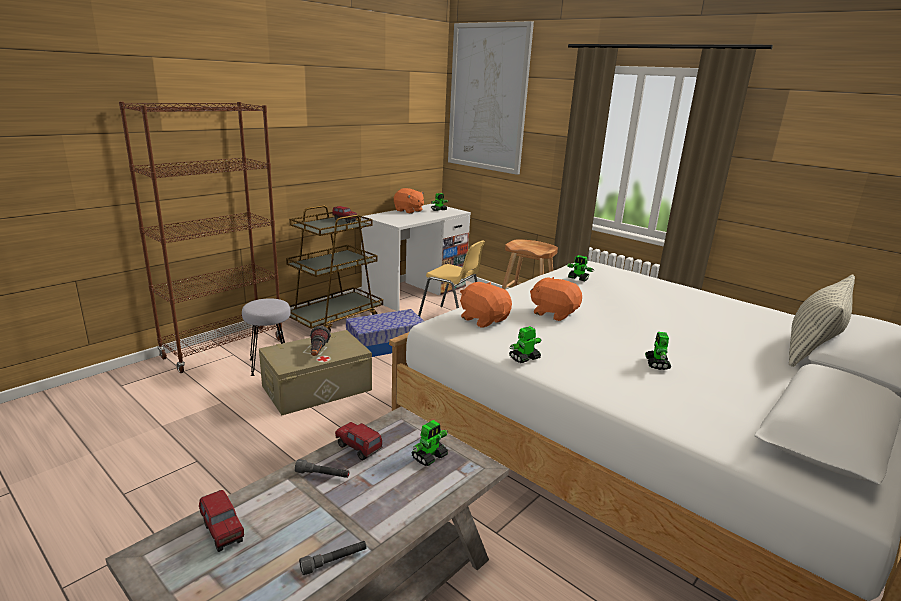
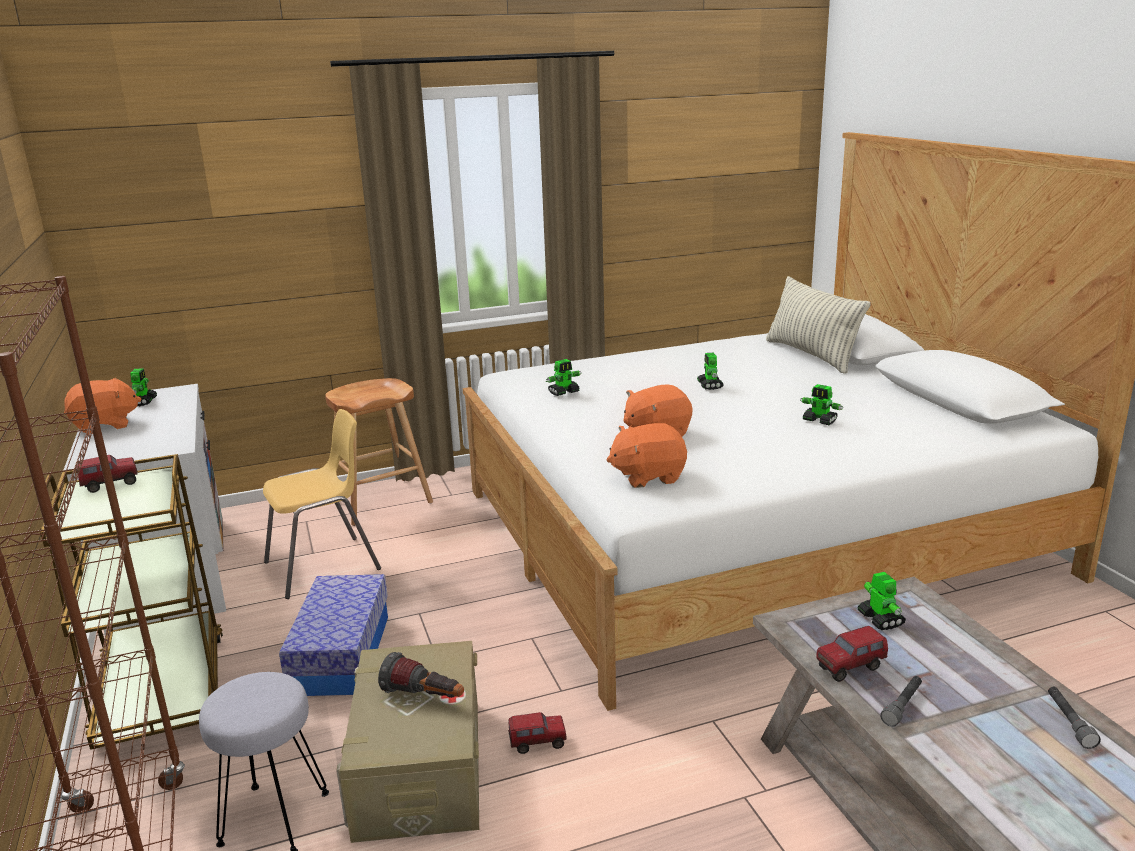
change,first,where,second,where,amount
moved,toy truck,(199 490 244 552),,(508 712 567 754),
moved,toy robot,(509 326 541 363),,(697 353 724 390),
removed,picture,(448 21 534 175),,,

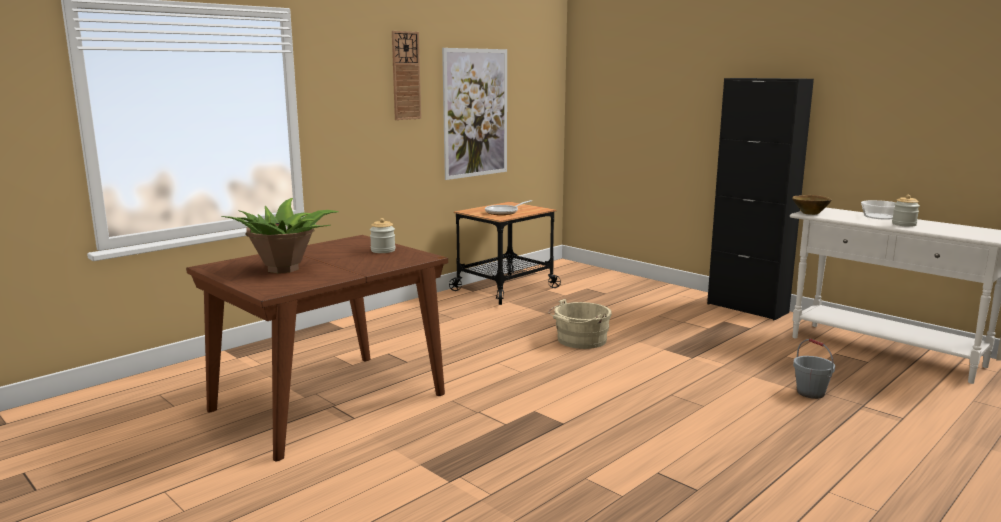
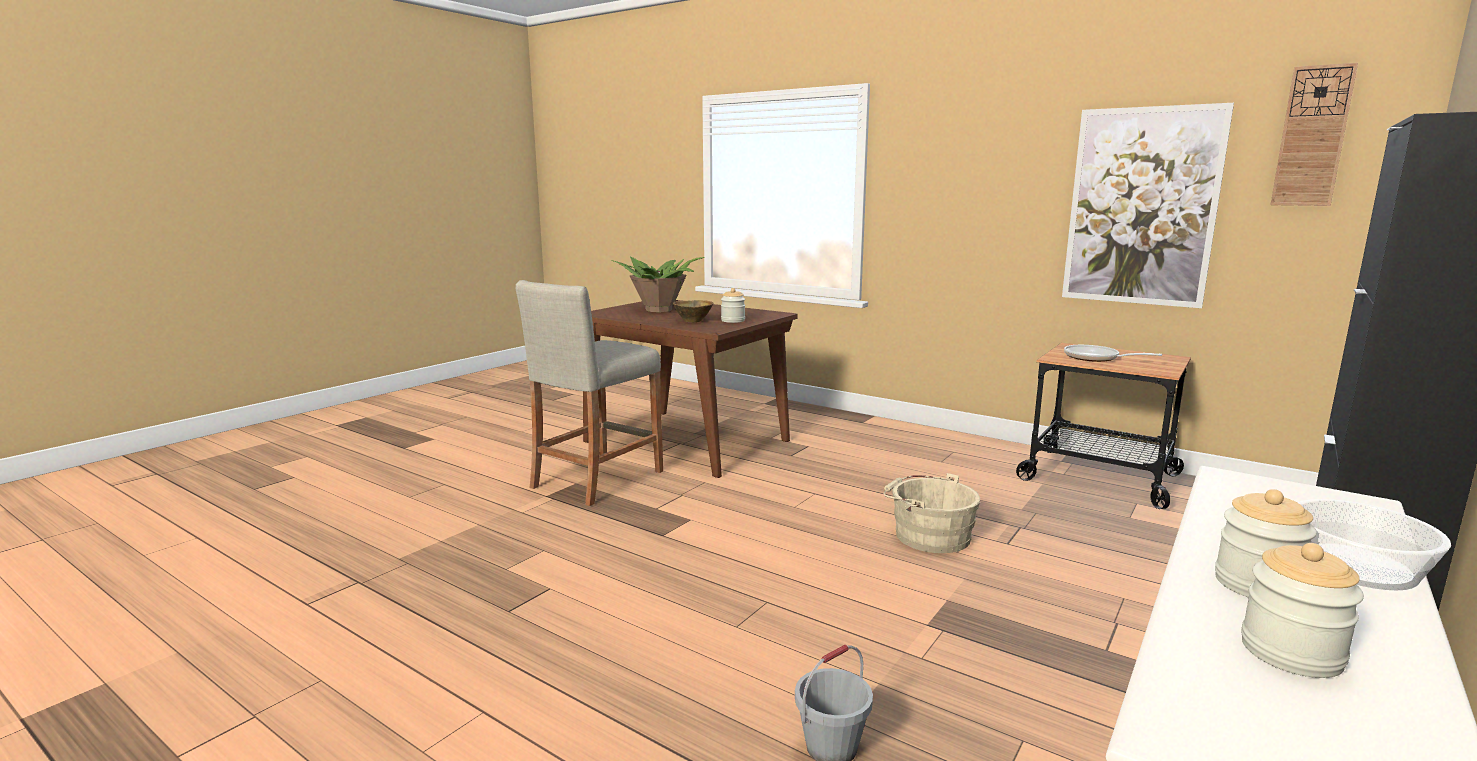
change,first,where,second,where,amount
added,,,beige stool,(516 280 663 506),
moved,brown bowl,(792 195 832 215),,(673 300 714 322),
added,,,jar,(1241 543 1364 678),
moved,wall clock,(392 31 421 120),,(1270 63 1358 206),

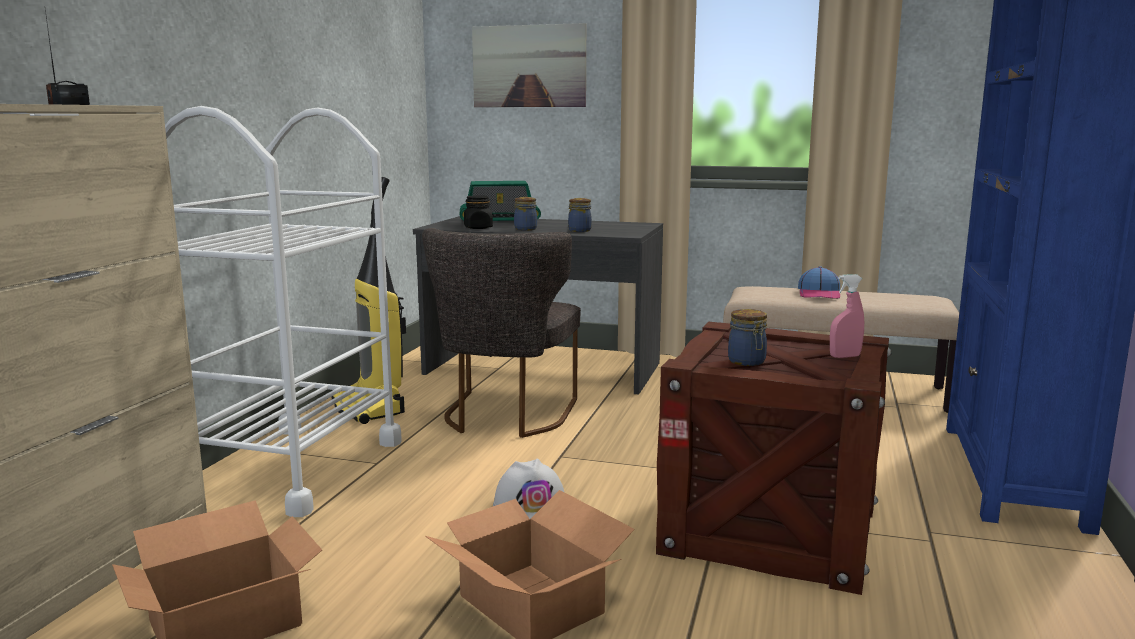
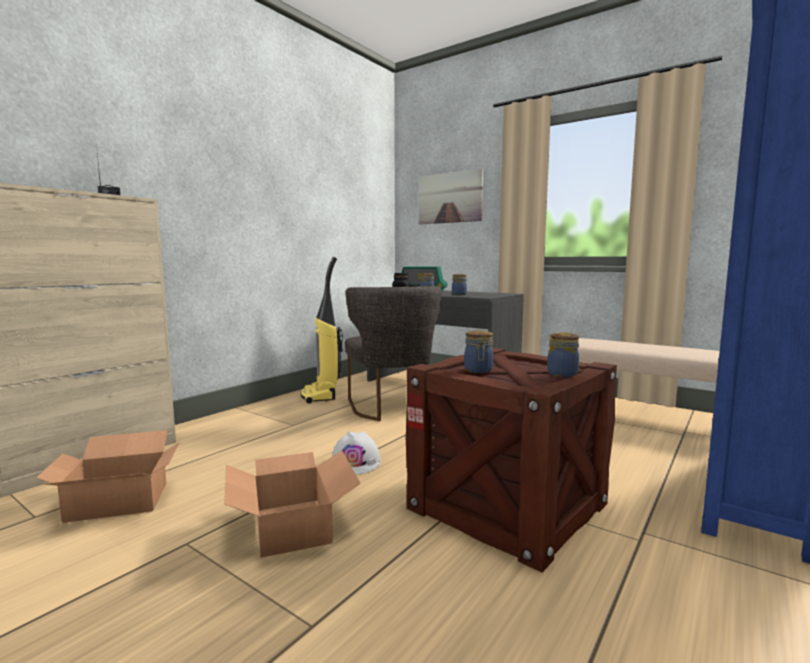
change,first,where,second,where,amount
turned,grey chair,(422 228 581 438),,(345 286 442 421),45 degrees counterclockwise
replaced,pink spray bottle,(830 274 864 358),jar,(547 332 579 377),
removed,white cart,(165 106 402 517),,,
removed,cap,(798 267 840 299),,,

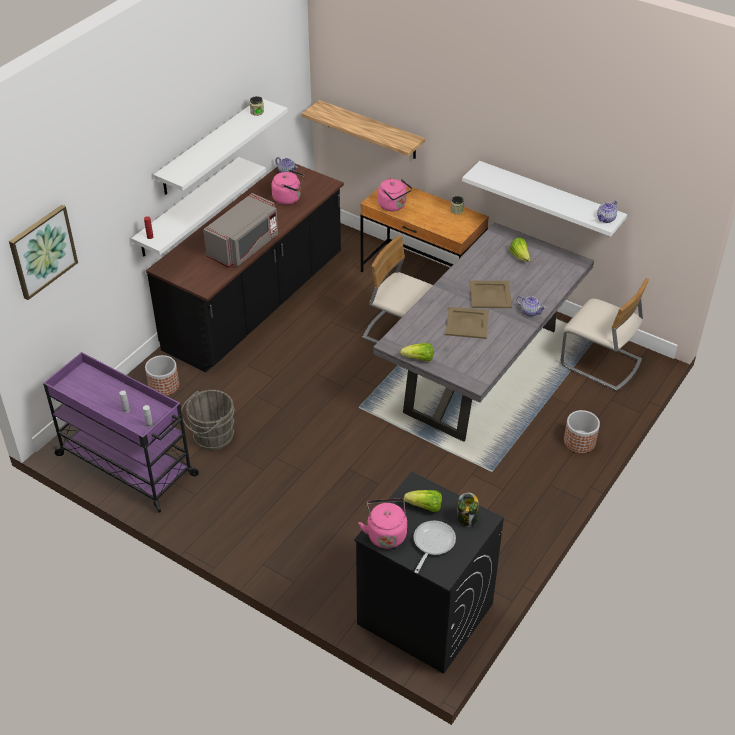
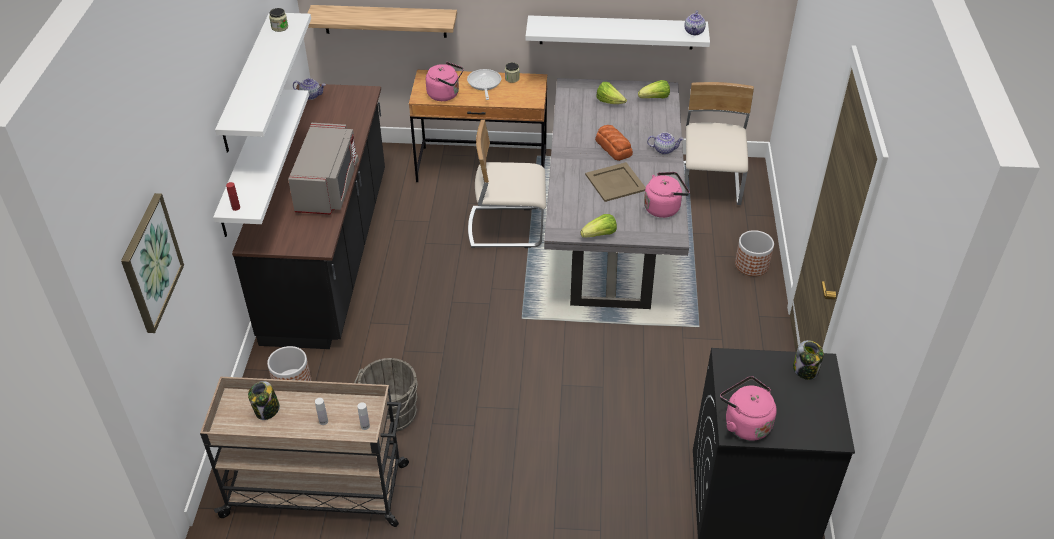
change,first,where,second,where,amount
recoloured,purple cart,(43 352 199 513),beige cart,(200 376 409 527),
added,,,jar,(248 381 280 420),
moved,frying pan,(413 521 456 573),,(467 69 501 100),
replaced,beige tray,(470 281 512 308),bread,(595 125 633 161),
moved,lettuce,(404 490 442 512),,(638 80 670 98),
moved,pink kettle,(271 170 304 205),,(644 172 690 218),
turned,beige chair,(561 278 649 392),,(684 82 754 205),90 degrees counterclockwise

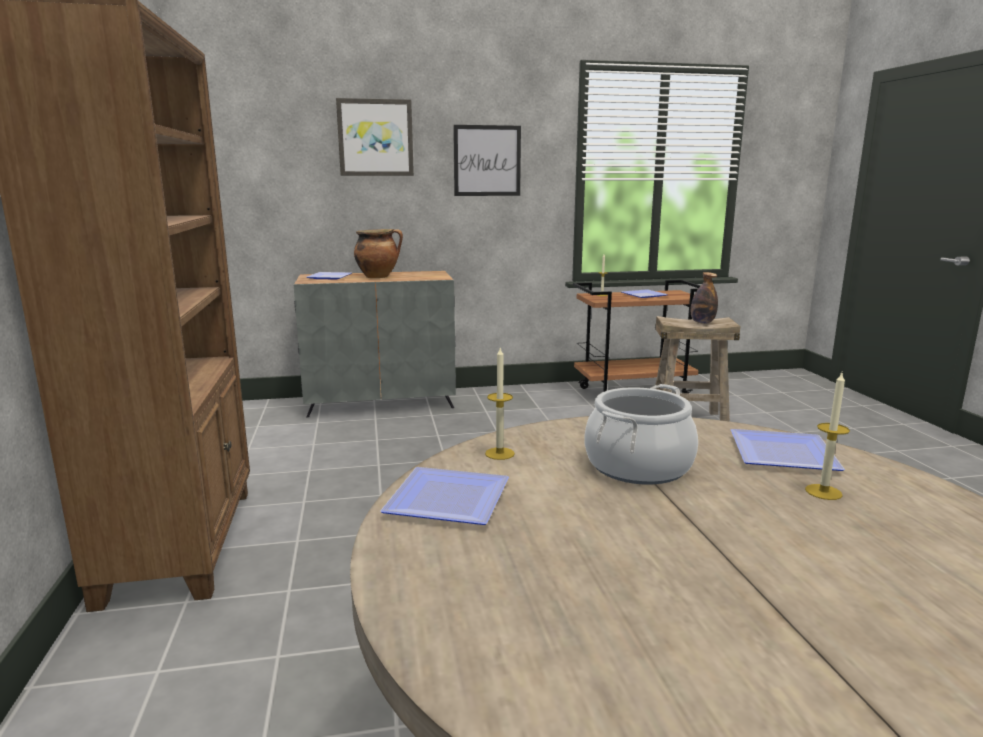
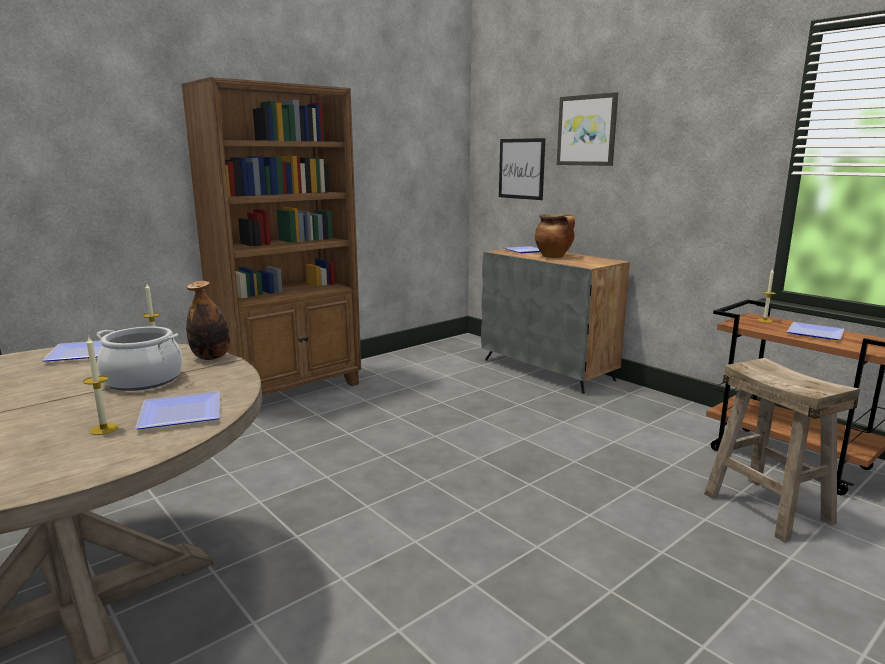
change,first,where,second,where,amount
moved,bottle,(691 272 718 324),,(186 281 230 360),
moved,picture,(453 125 521 196),,(499 138 545 200),

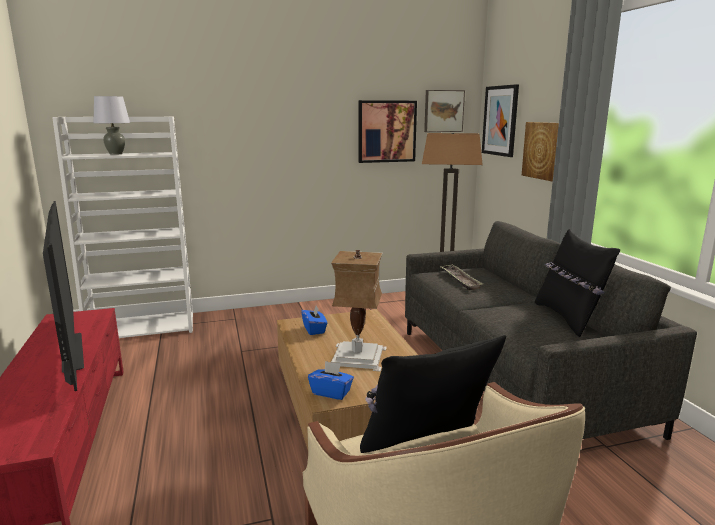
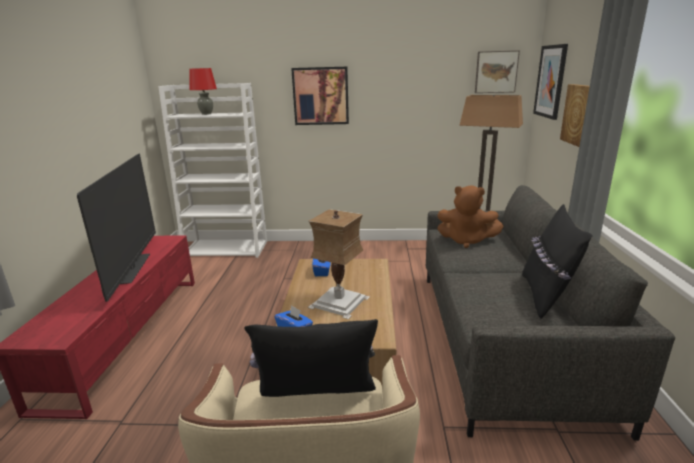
change,first,where,second,where,amount
recoloured,grey table lamp,(93 96 130 155),red table lamp,(189 68 217 115),
moved,picture,(358 100 417 163),,(291 67 349 125),
replaced,tray,(440 264 483 291),brown plush toy,(437 185 503 248),

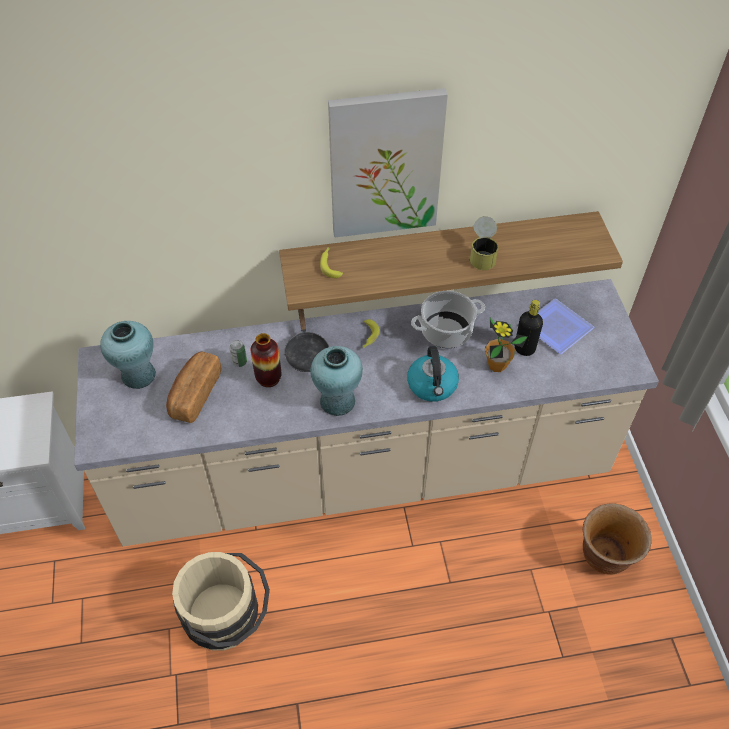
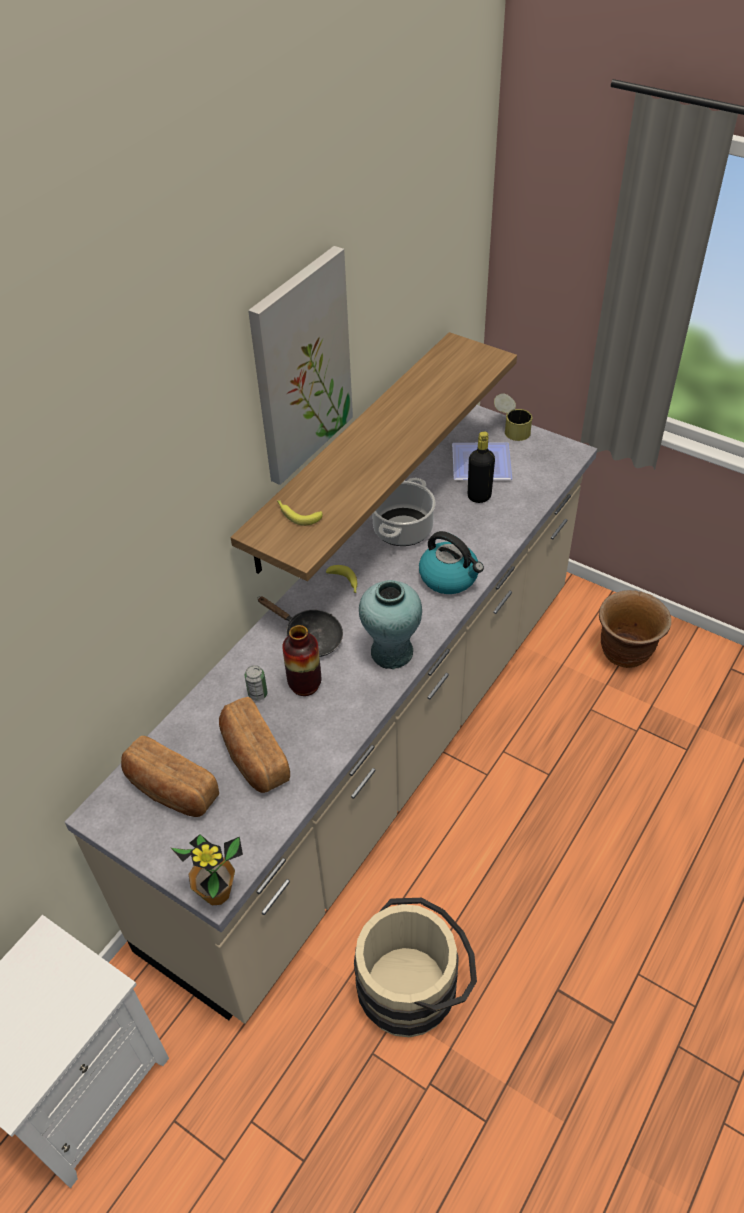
change,first,where,second,where,amount
replaced,turquoise vase,(100 321 156 389),bread,(121 736 219 817),
moved,potted plant,(485 318 528 372),,(171 834 243 905),
moved,can,(470 216 499 270),,(494 393 533 441),

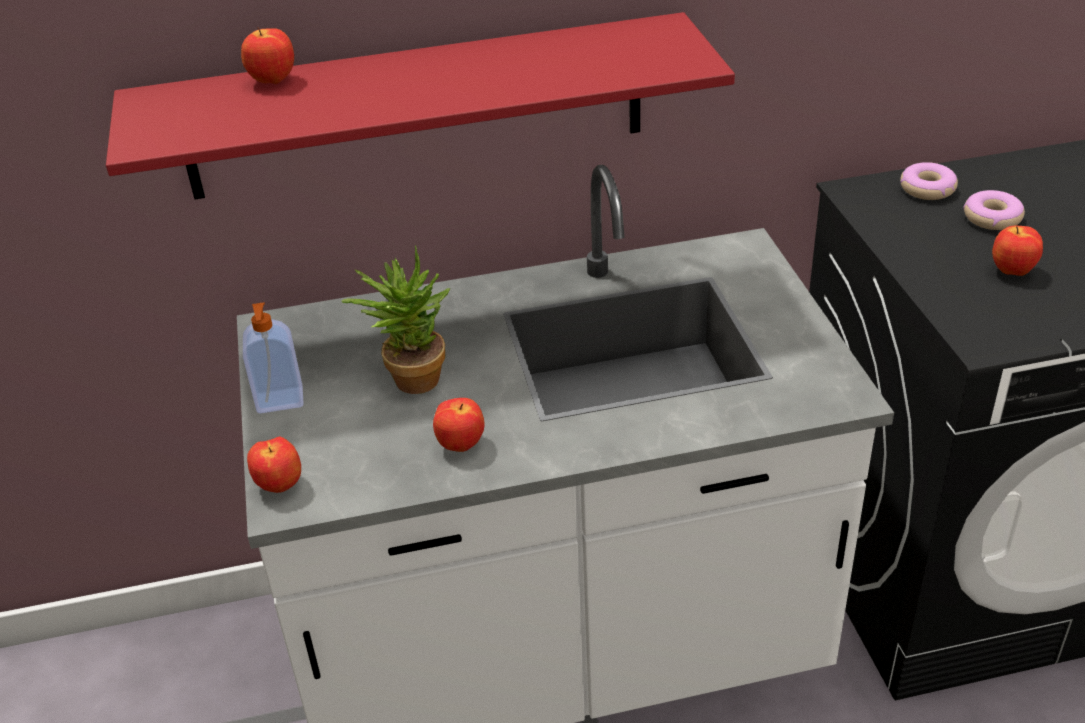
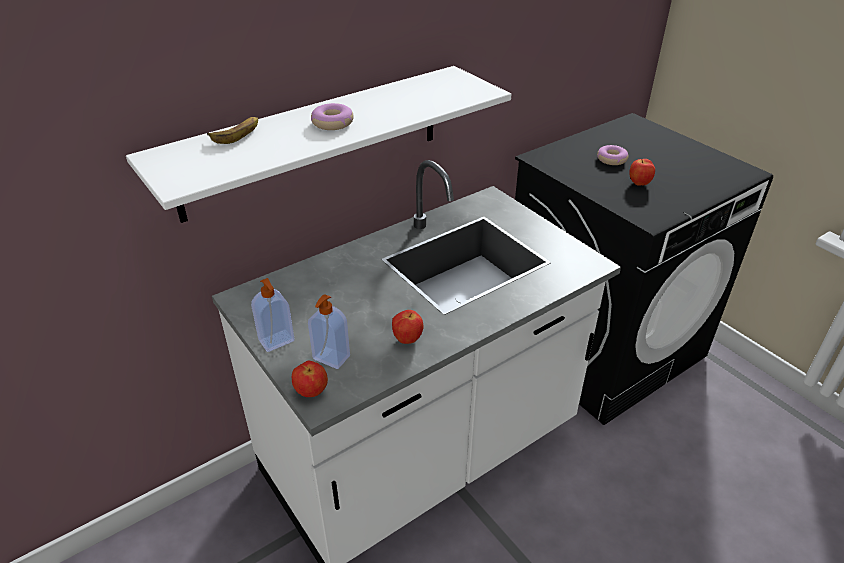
change,first,where,second,where,amount
recoloured,red shelf,(106 12 735 199),white shelf,(126 66 511 223),
replaced,apple,(241 27 294 84),banana,(207 117 258 144),
added,,,soap dispenser,(308 294 350 369),
moved,donut,(900 162 958 200),,(311 103 354 130),
removed,potted plant,(341 246 450 394),,,

